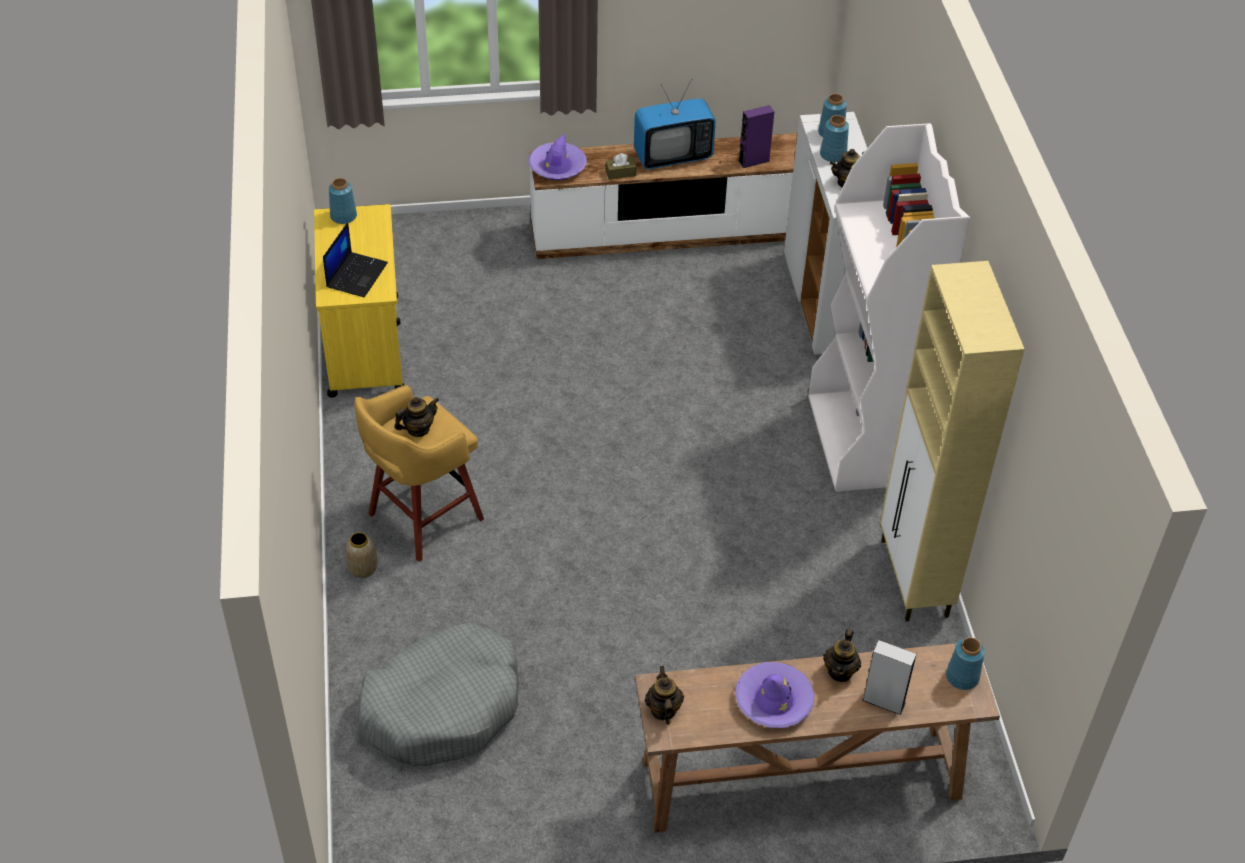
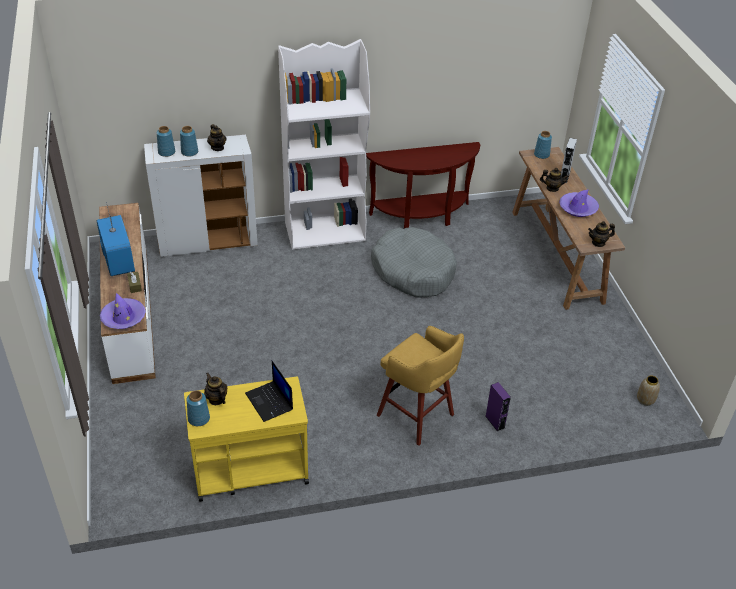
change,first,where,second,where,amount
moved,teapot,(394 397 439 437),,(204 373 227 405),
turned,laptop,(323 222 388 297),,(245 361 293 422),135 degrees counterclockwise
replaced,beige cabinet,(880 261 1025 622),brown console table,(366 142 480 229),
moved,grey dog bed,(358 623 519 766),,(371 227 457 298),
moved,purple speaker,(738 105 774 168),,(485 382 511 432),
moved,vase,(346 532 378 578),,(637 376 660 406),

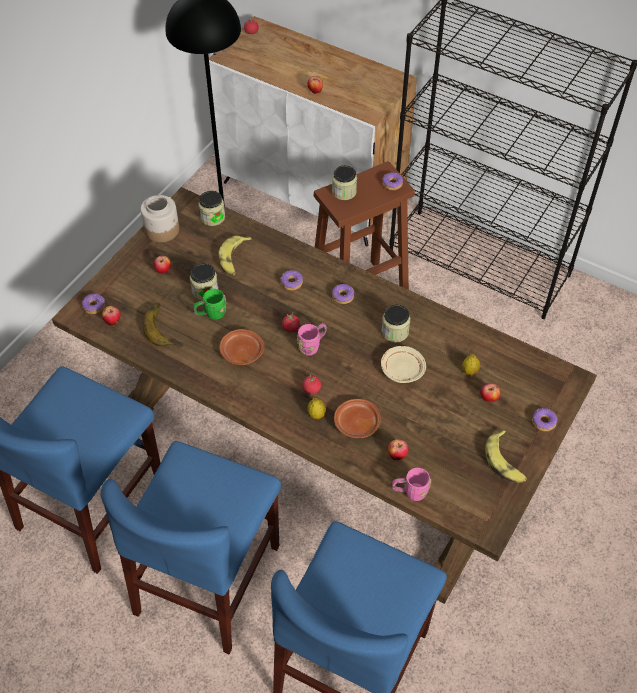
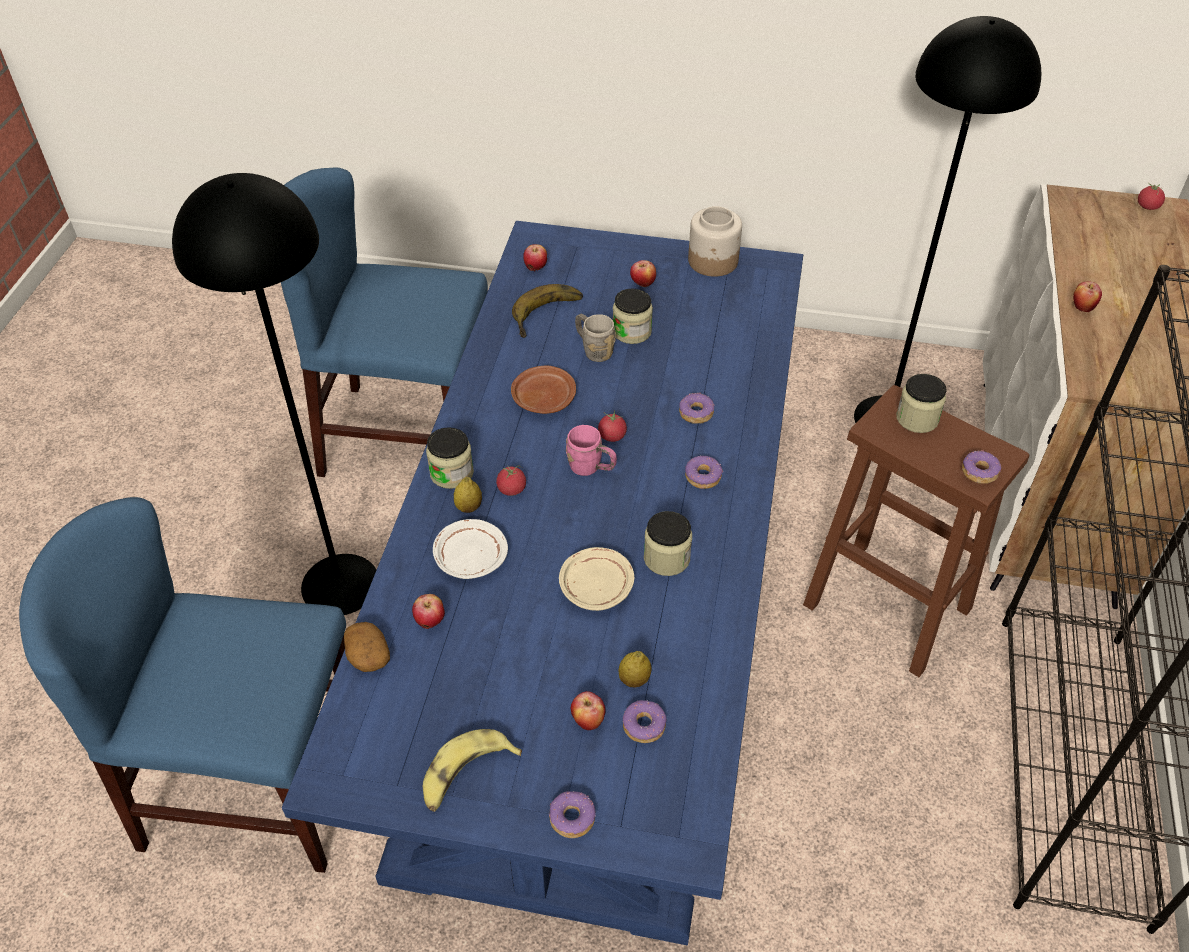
change,first,where,second,where,amount
replaced,blue chair,(101 441 281 654),black floor lamp,(172 173 376 615),
recoloured,brown dining table,(52 187 597 604),blue dining table,(281 221 803 946),
replaced,pink mug,(392 468 431 501),potato,(344 622 390 672),
moved,jar,(198 191 225 226),,(426 427 474 489),
recoloured,brown plate,(334 399 381 438),white plate,(433 519 508 579),
recoloured,green mug,(193 289 226 320),grey mug,(575 314 616 362),
moved,donut,(82 293 105 314),,(623 700 666 743),
removed,banana,(219 236 252 276),,,

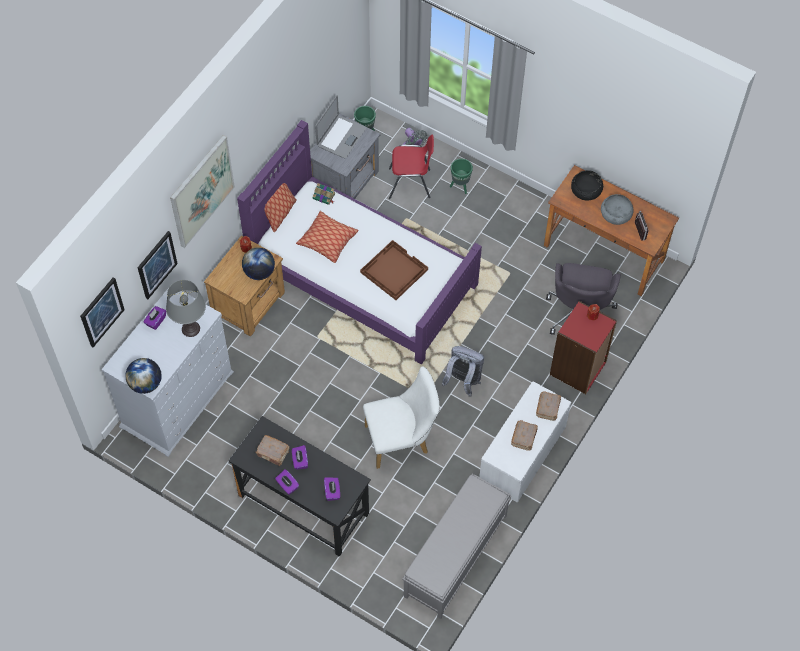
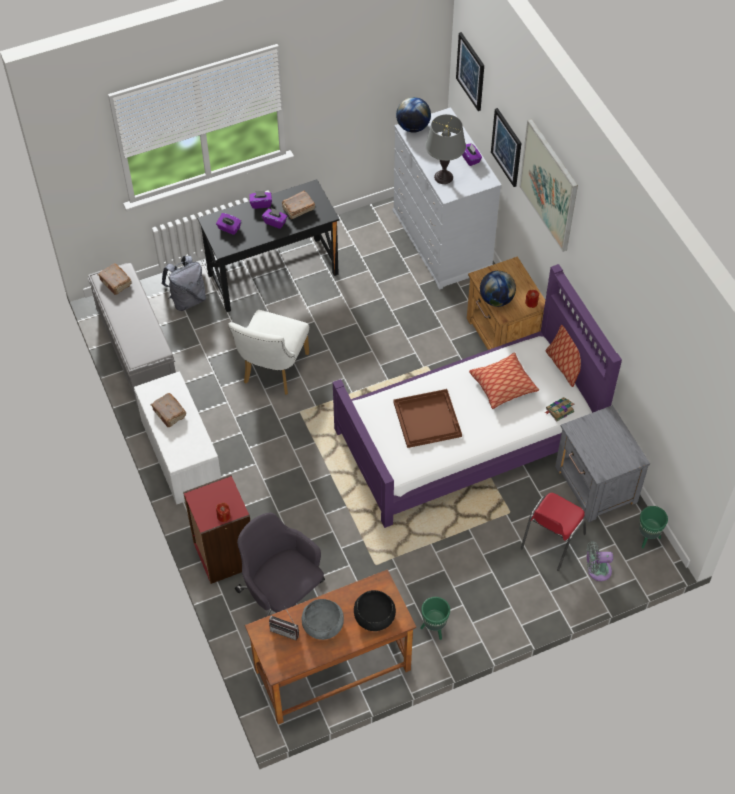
change,first,where,second,where,amount
moved,brown book,(536 391 561 421),,(98 264 132 295),
moved,grey backpack,(442 346 484 397),,(162 256 206 311),
moved,green planter,(450 159 473 194),,(420 597 450 640),
removed,laptop,(315 95 366 158),,,

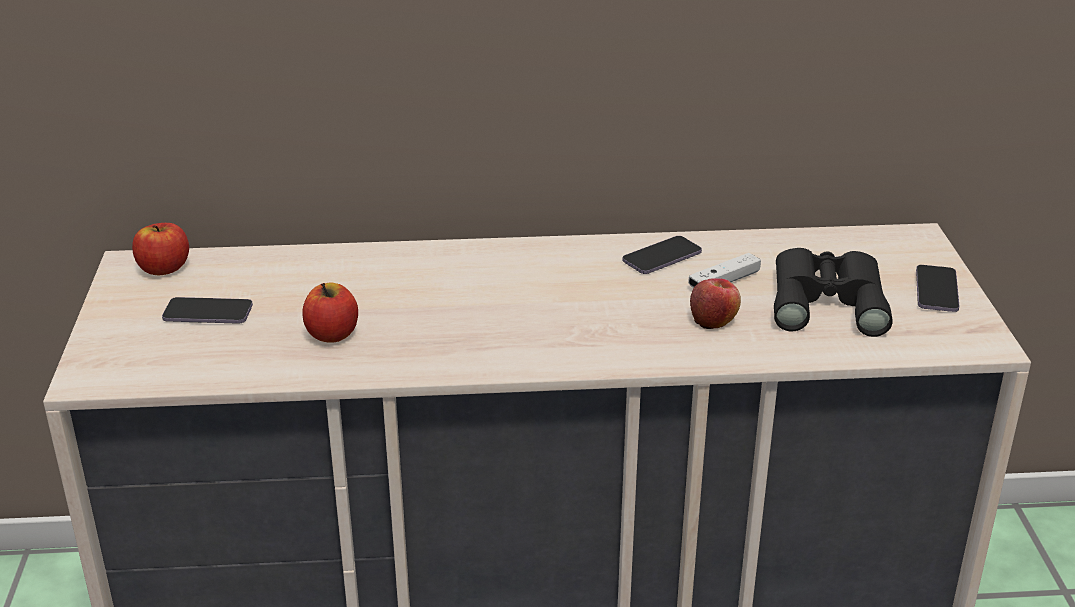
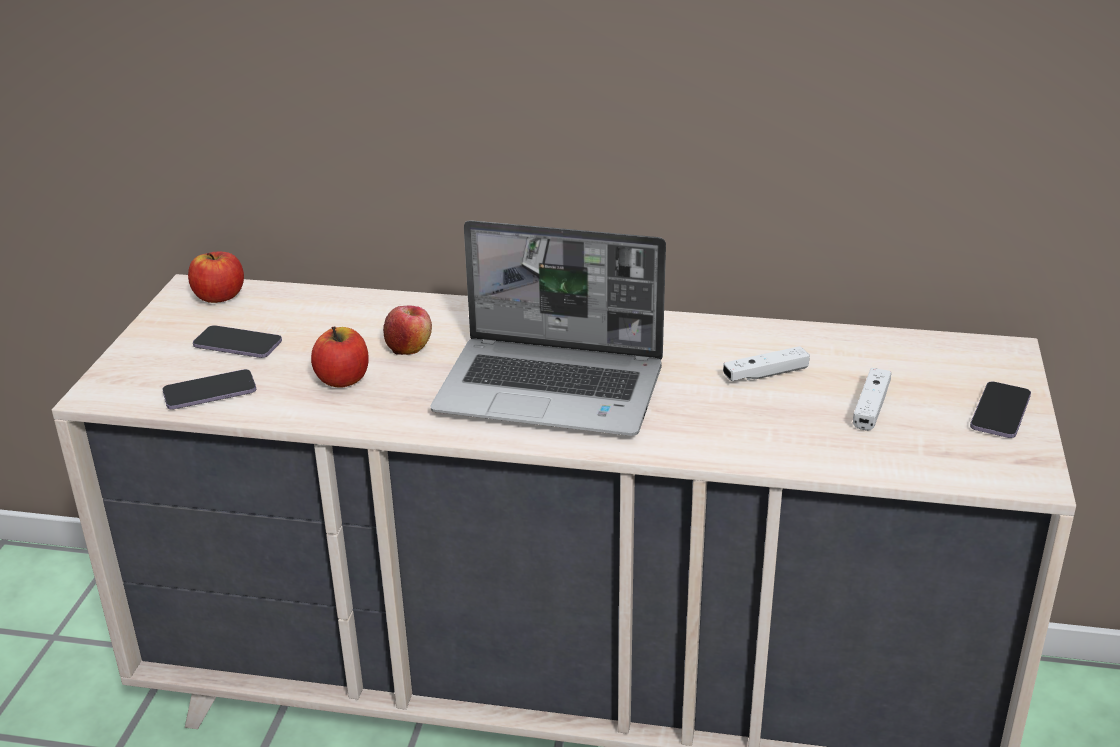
change,first,where,second,where,amount
moved,phone,(622 236 702 274),,(162 369 256 410),
moved,apple,(690 278 741 329),,(383 305 432 355),
added,,,laptop,(430 220 666 436),
replaced,black binoculars,(774 248 893 337),white game controller,(853 368 891 431),

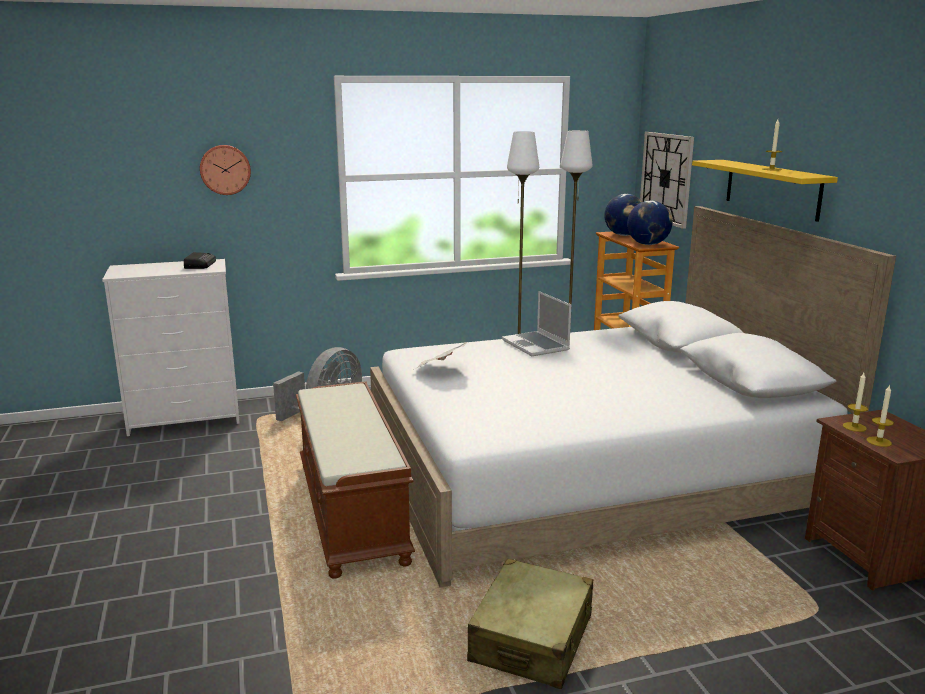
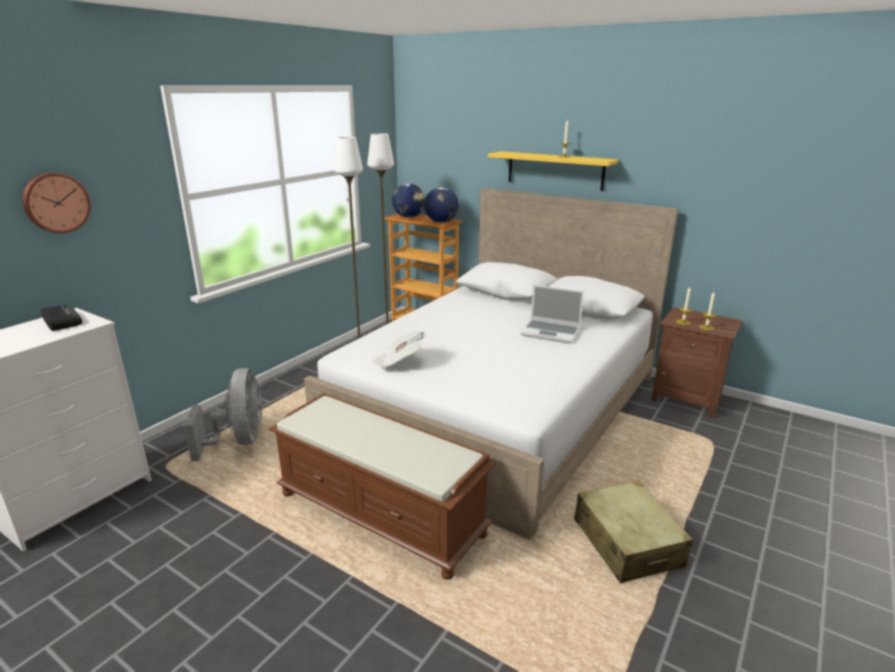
change,first,where,second,where,amount
moved,laptop,(502 291 571 356),,(520 285 584 344),
removed,wall clock,(640 132 694 229),,,

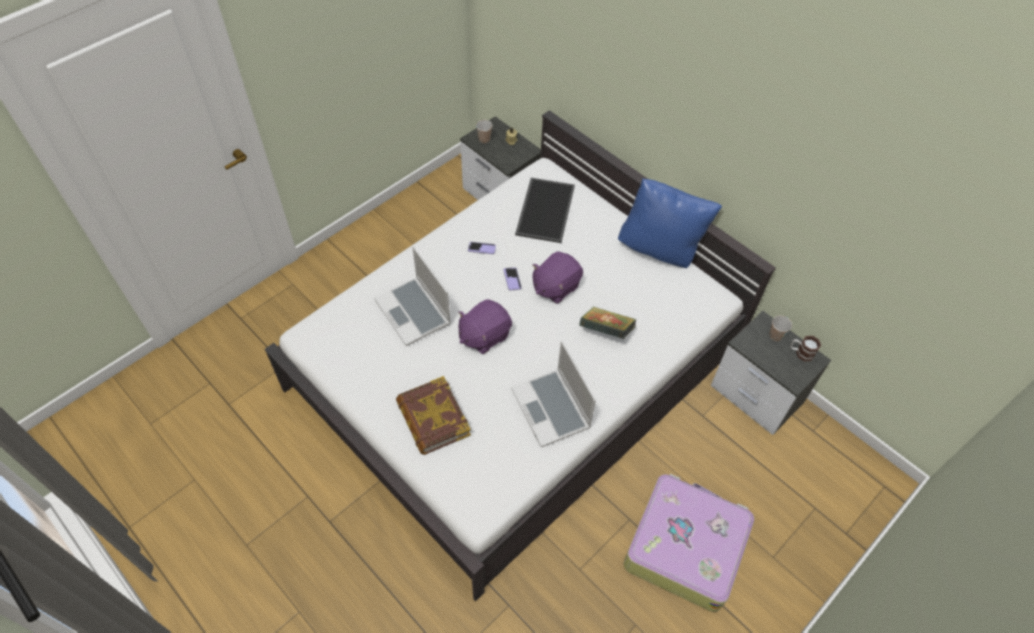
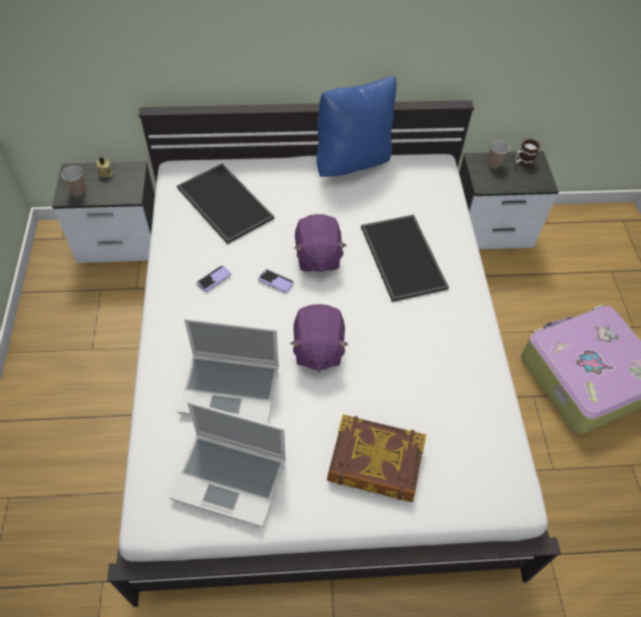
change,first,where,second,where,amount
moved,laptop,(511 341 596 447),,(169 401 286 527),
replaced,book,(579 306 636 339),tray,(361 215 449 302),

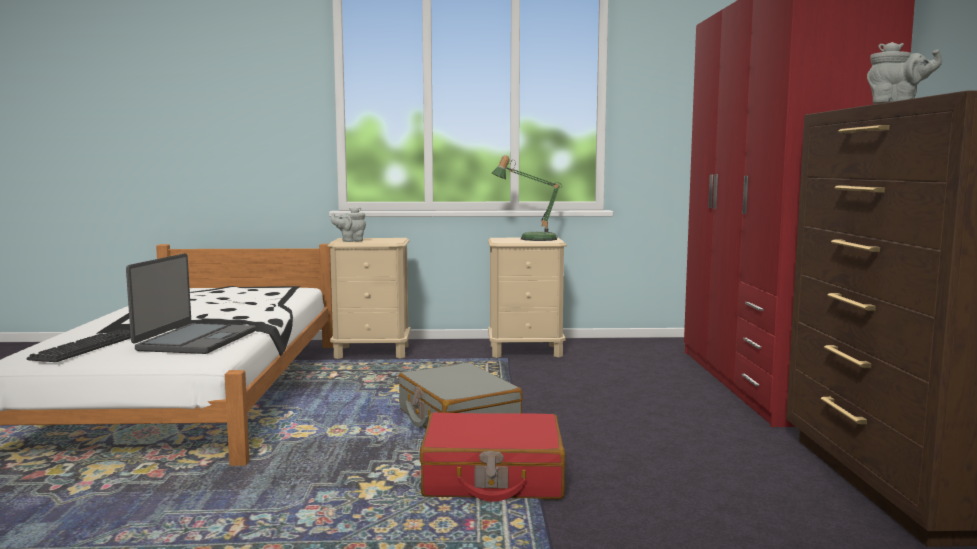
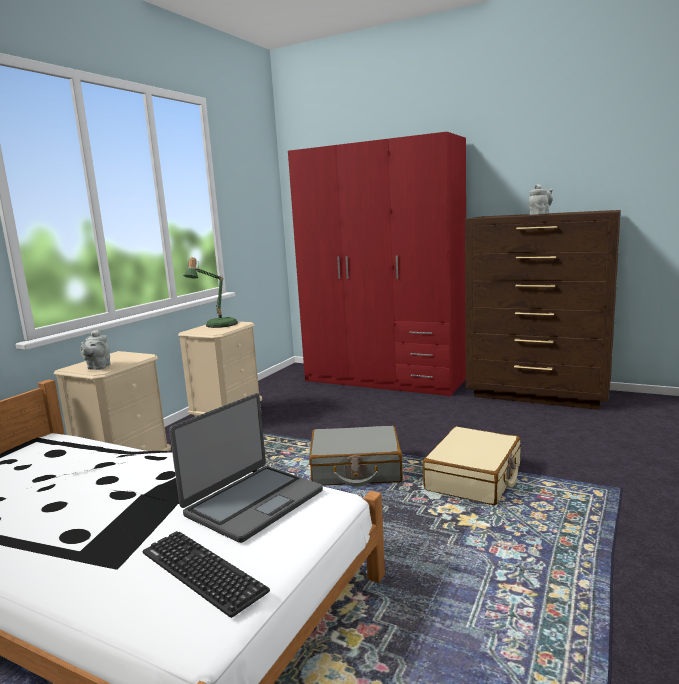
change,first,where,second,where,amount
turned,laptop,(126 253 256 354),,(169 393 323 543),90 degrees clockwise
recoloured,red suitcase,(420 412 565 502),beige suitcase,(423 427 521 505),

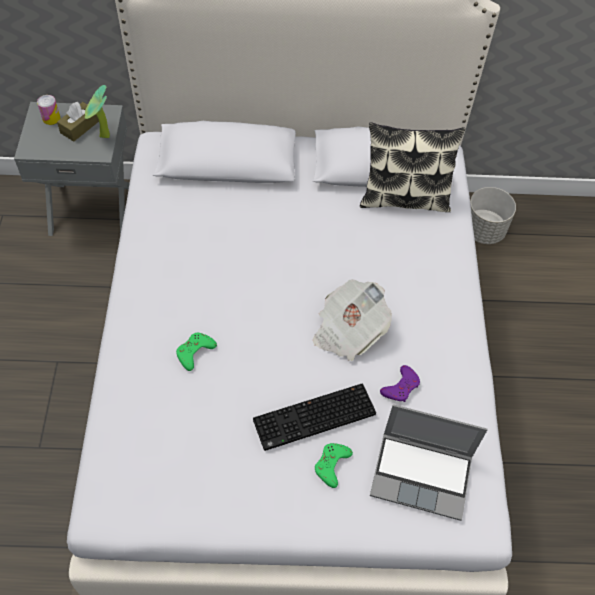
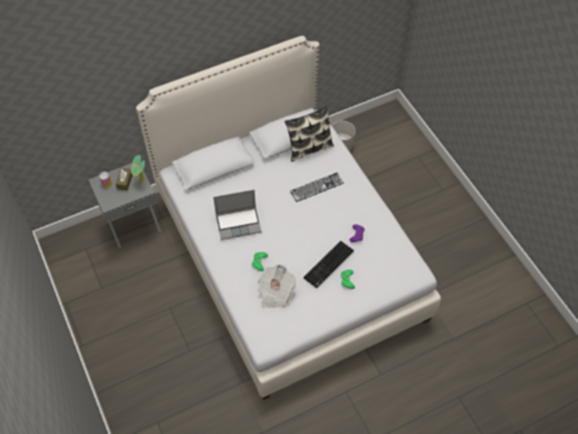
change,first,where,second,where,amount
moved,laptop,(370 404 488 521),,(213 190 262 240),
moved,newspaper,(313 279 392 361),,(258 264 296 308),
added,,,keyboard,(290 173 344 202),

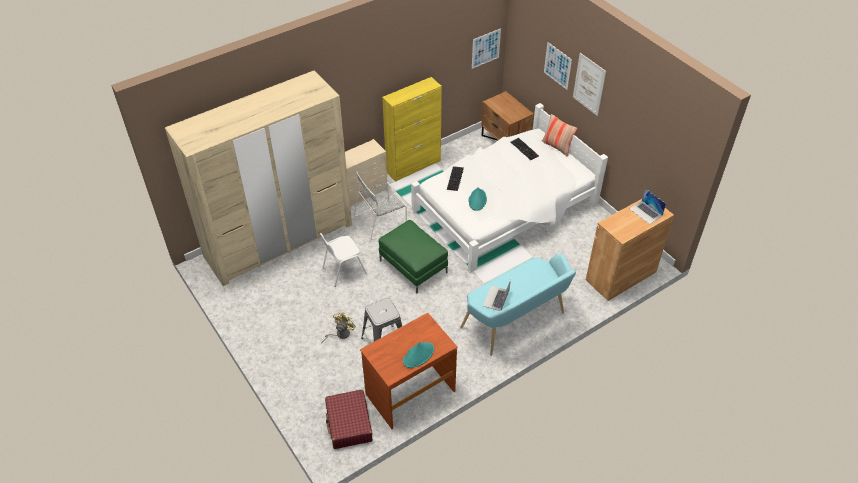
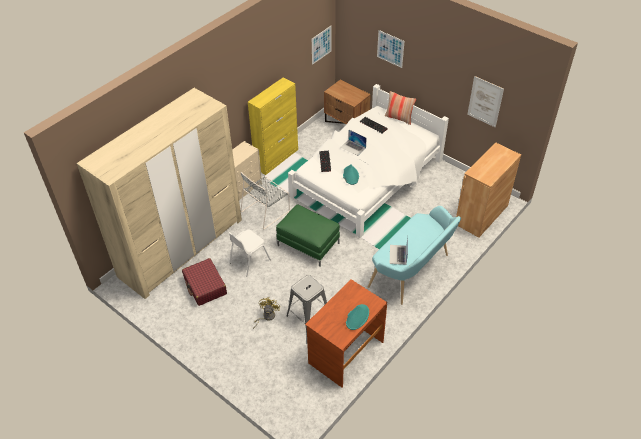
change,first,where,second,where,amount
moved,red suitcase,(325 390 372 449),,(182 258 227 306),
moved,laptop,(629 189 666 224),,(340 130 367 156),
moved,picture,(573 53 606 116),,(467 76 504 127),

